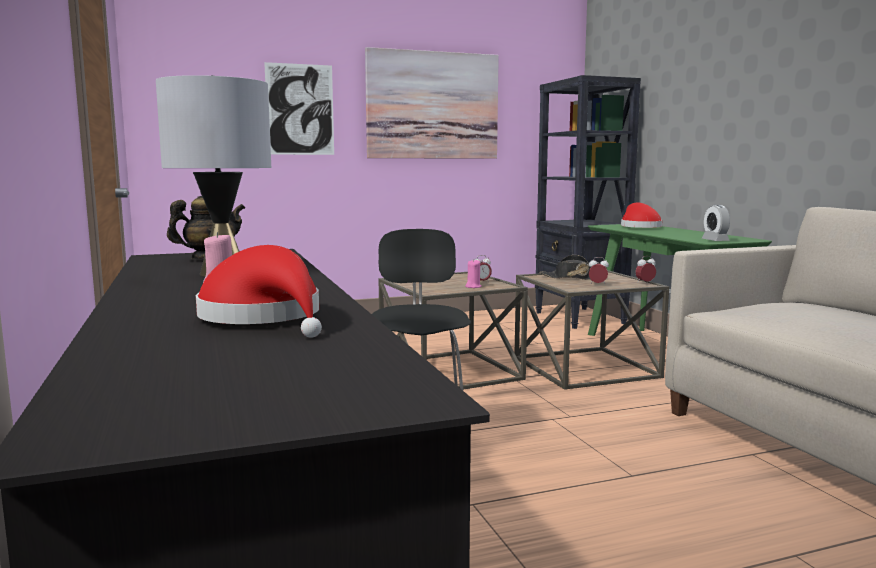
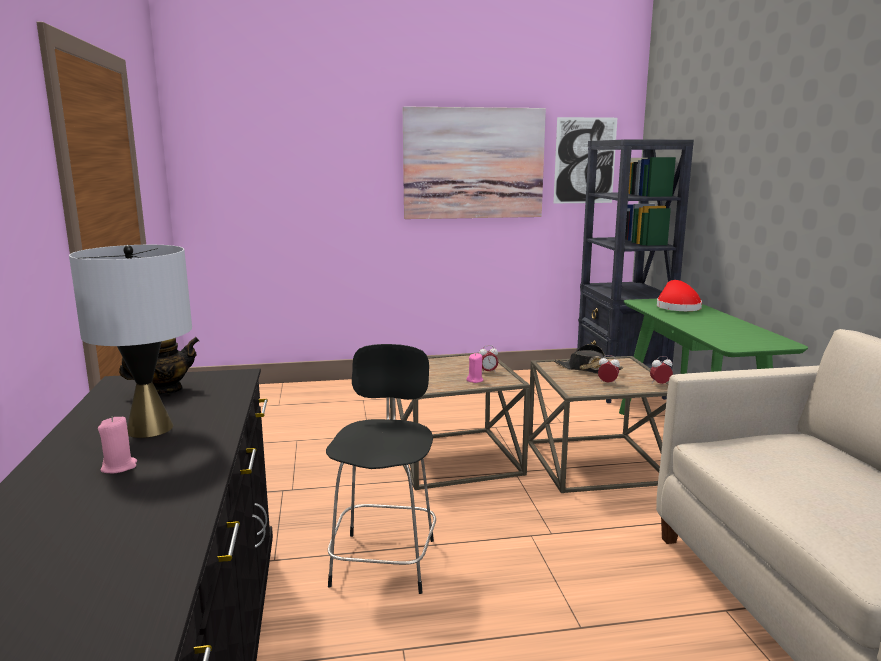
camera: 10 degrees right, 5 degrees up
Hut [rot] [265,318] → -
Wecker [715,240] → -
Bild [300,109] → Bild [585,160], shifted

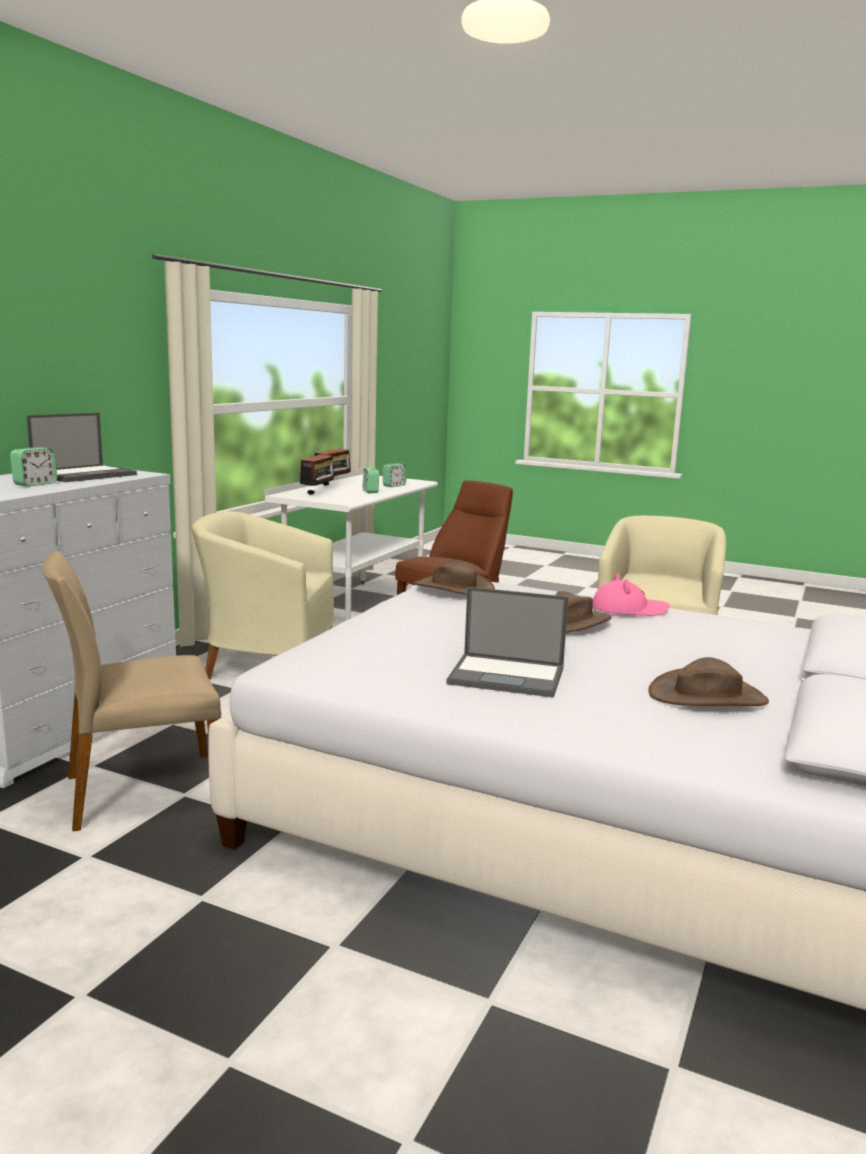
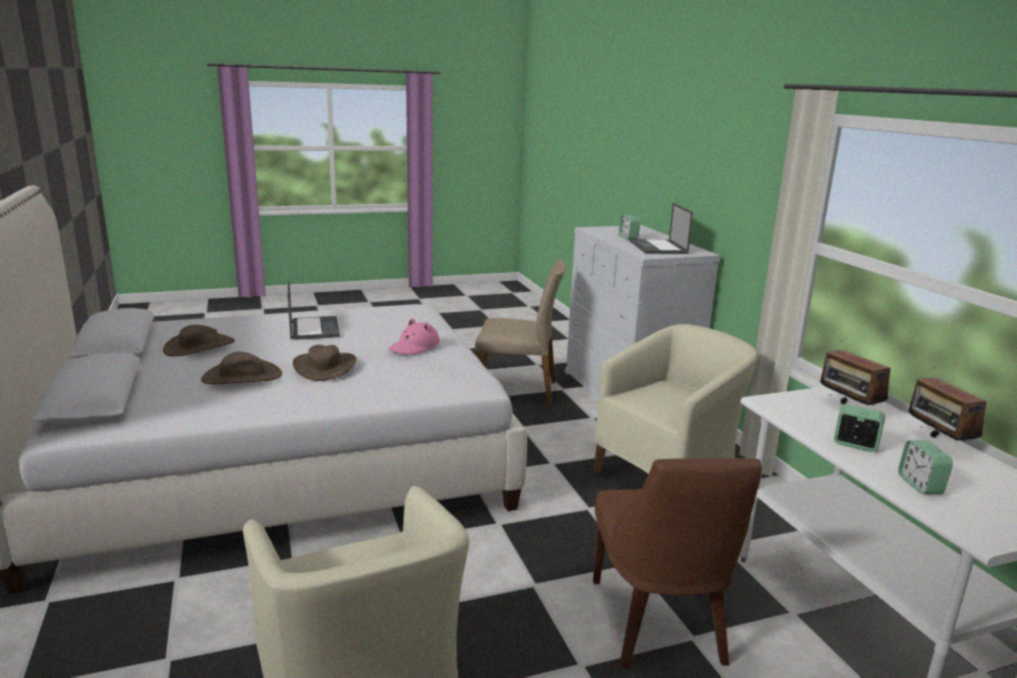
camera: 135 degrees right, 5 degrees up
Hut [braun] [454,588] → Hut [braun] [242,377], shifted
Hut [rosa] [629,609] → Hut [rosa] [414,347], shifted
Stuhl [beige] [143,790] → Stuhl [beige] [516,391], 75 degrees clockwise
Laptop [508,676] → Laptop [314,328], 105 degrees clockwise

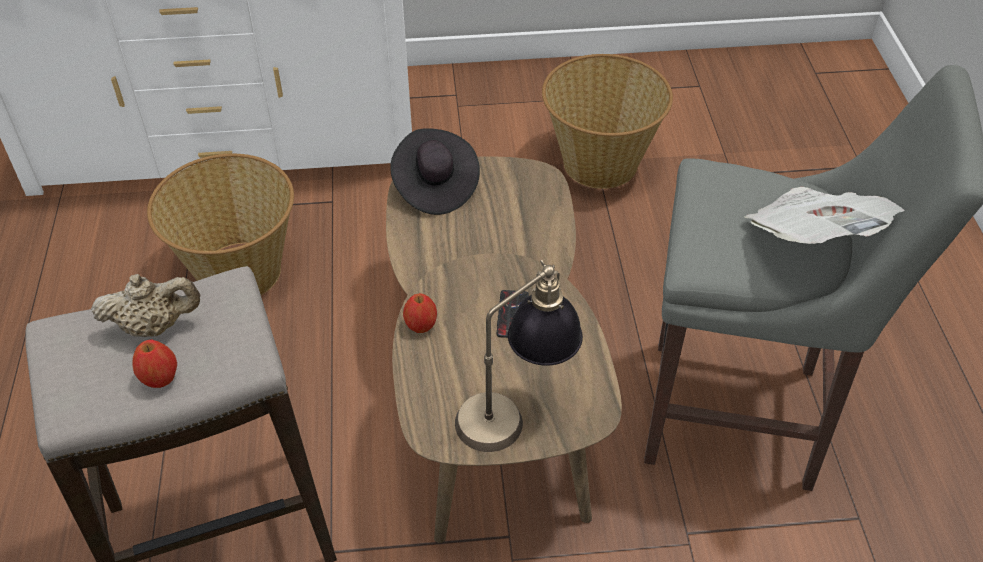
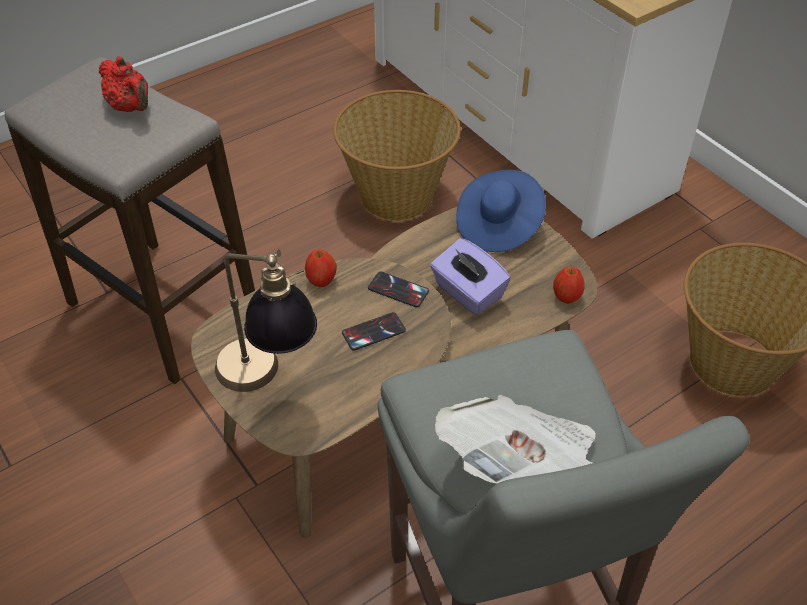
camera: 60 degrees right, 0 degrees up
- → Handy [398,290]
- → Taschentuchbox [lila] [467,293]
Apfel [160,378] → Apfel [567,296], shifted
Teekanne [beige] [155,326] → Teekanne [rot] [131,107]
Hut [schwarz] [434,187] → Hut [blau] [498,226]

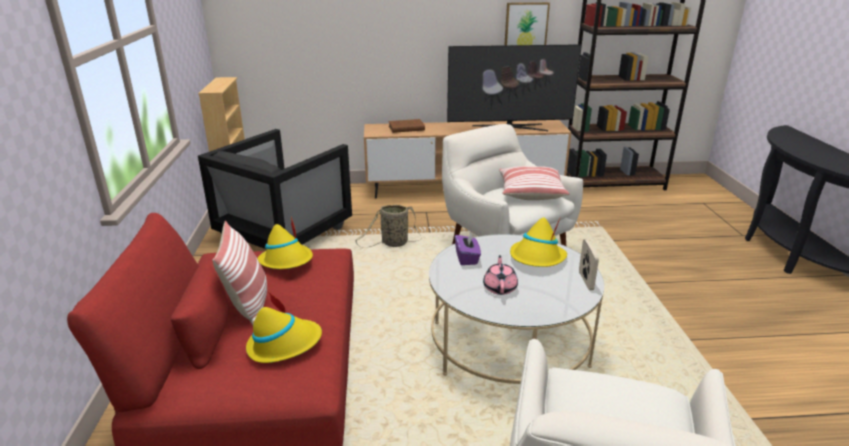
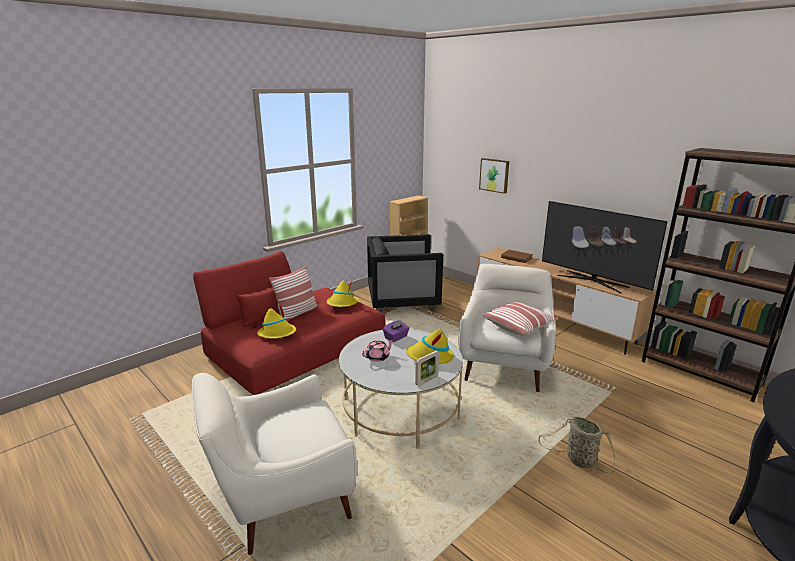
camera: 50 degrees right, 5 degrees down
Korb [393,243] → Korb [578,460], shifted
Bild [526,24] → Bild [494,175], shifted

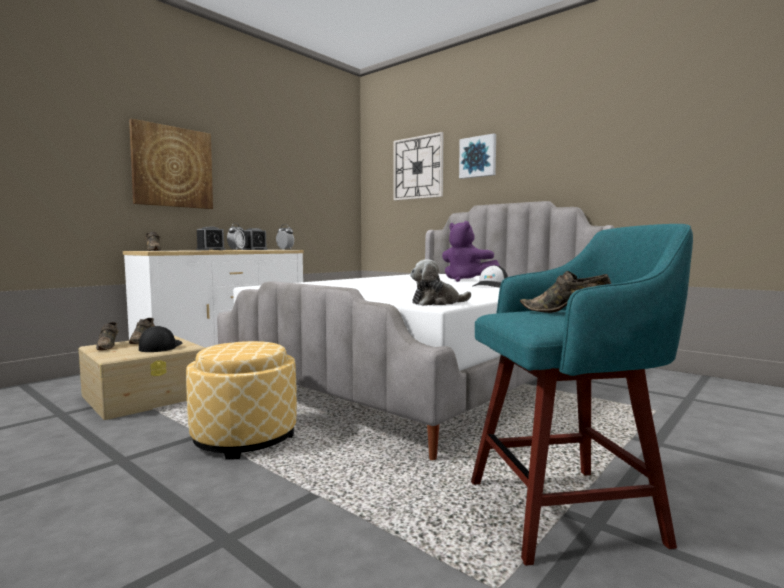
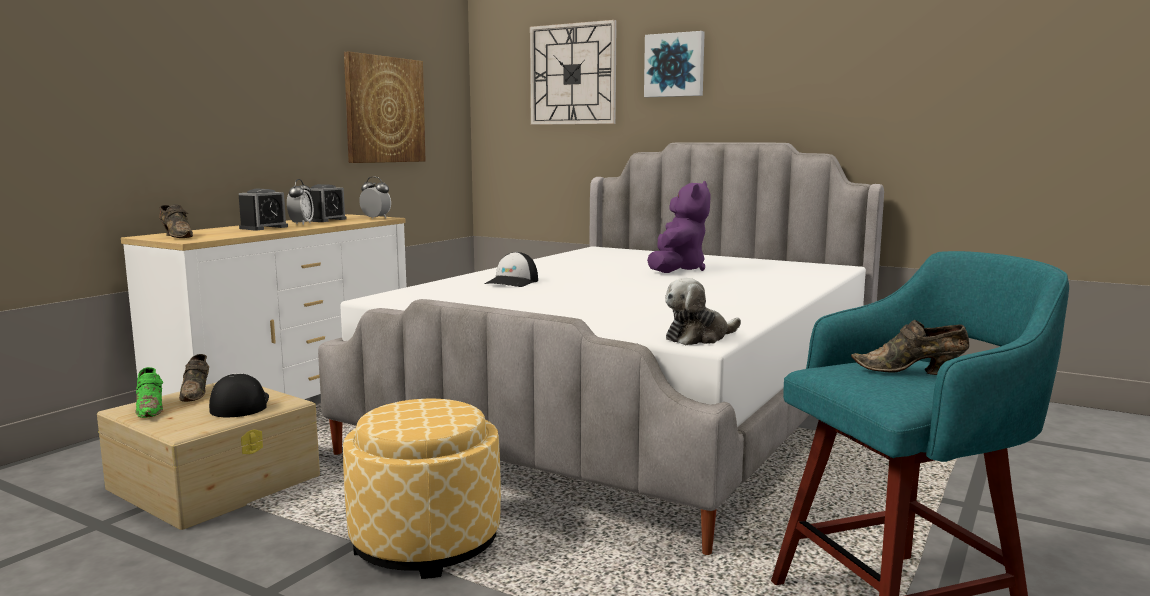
camera: 10 degrees left, 5 degrees up
Bild [172,167] → Bild [384,110], shifted
Kappe [491,286] → Kappe [512,282], shifted
Schuh [braun] [108,346] → Schuh [grün] [150,409]
Plüschtier [lila] [466,280] → Plüschtier [lila] [677,269], 105 degrees counterclockwise

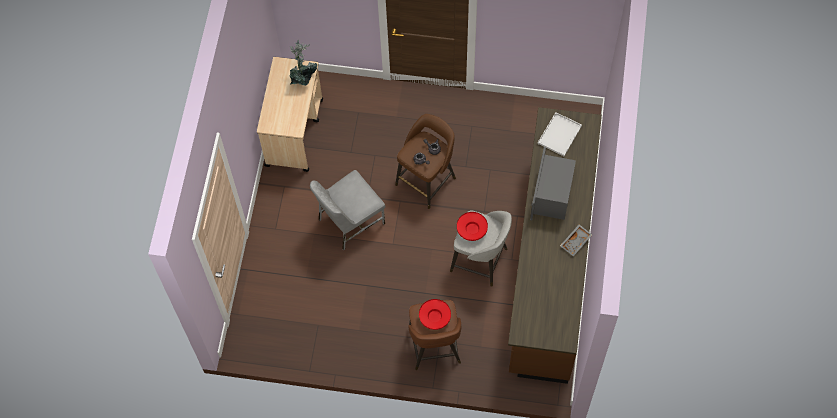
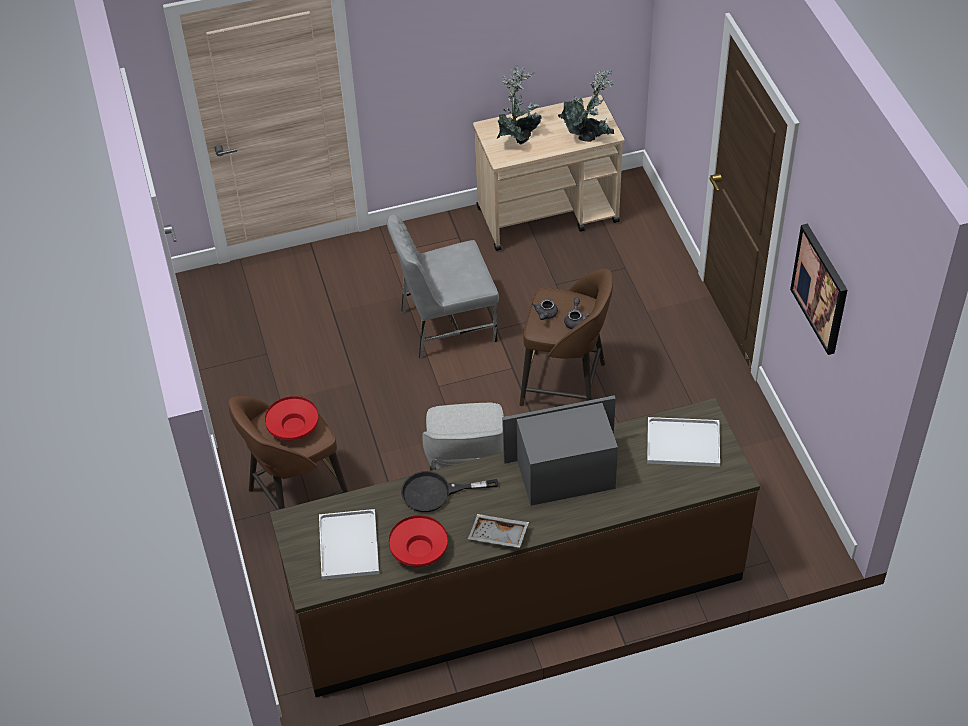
camera: 65 degrees right, 15 degrees down
- → Tablett [weiß] [348,544]
- → Pfanne [schwarz] [436,493]
- → Topfpflanze [518,137]
- → Bild [821,288]
Schüssel [rot] [472,229] → Schüssel [rot] [419,550], shifted
Stuhl [grau] [350,221] → Stuhl [grau] [446,325], 45 degrees counterclockwise

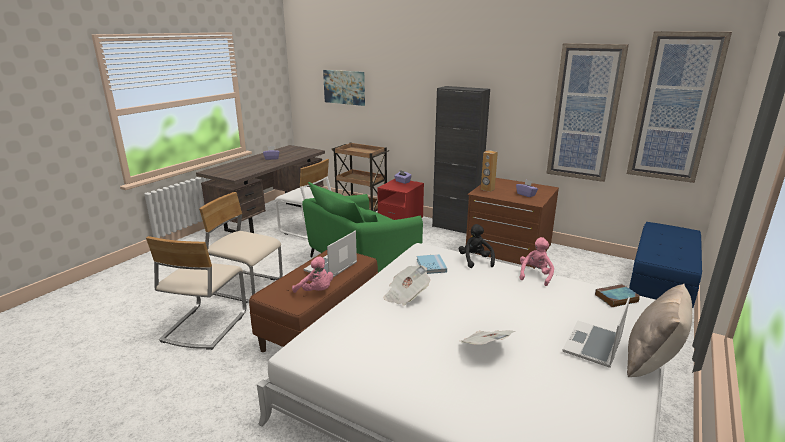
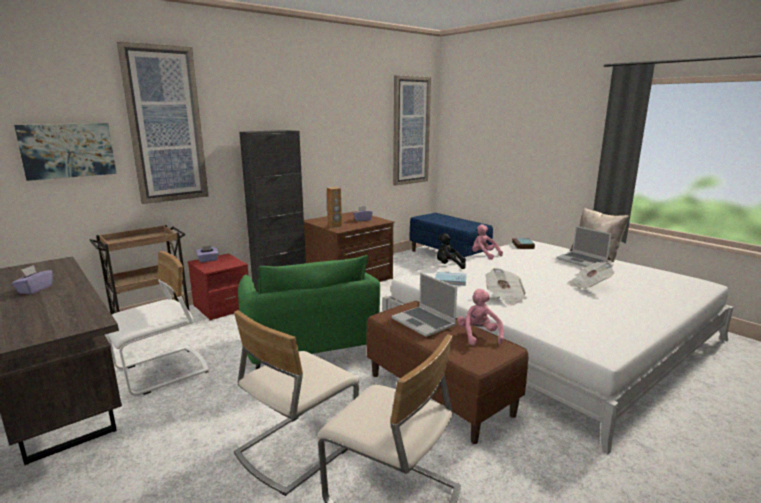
camera: 70 degrees left, 5 degrees down
Bild [584,113] → Bild [165,125], shifted
Plüschtier [rosa] [316,291] → Plüschtier [rosa] [478,336], 60 degrees counterclockwise

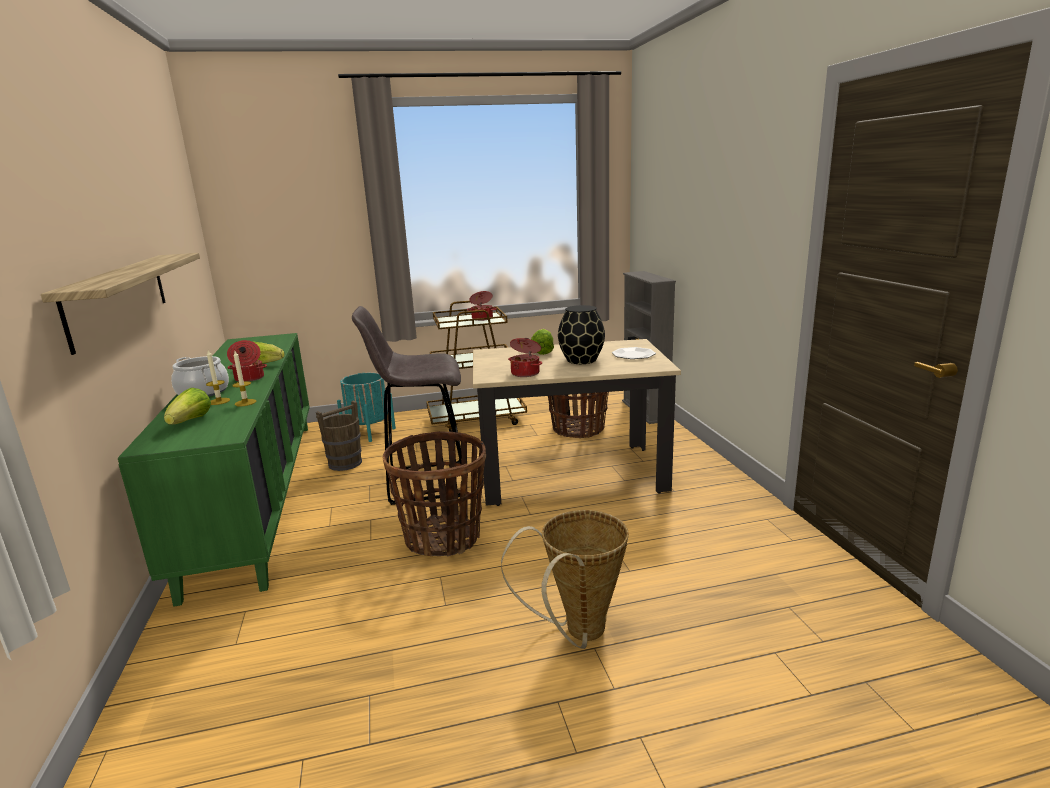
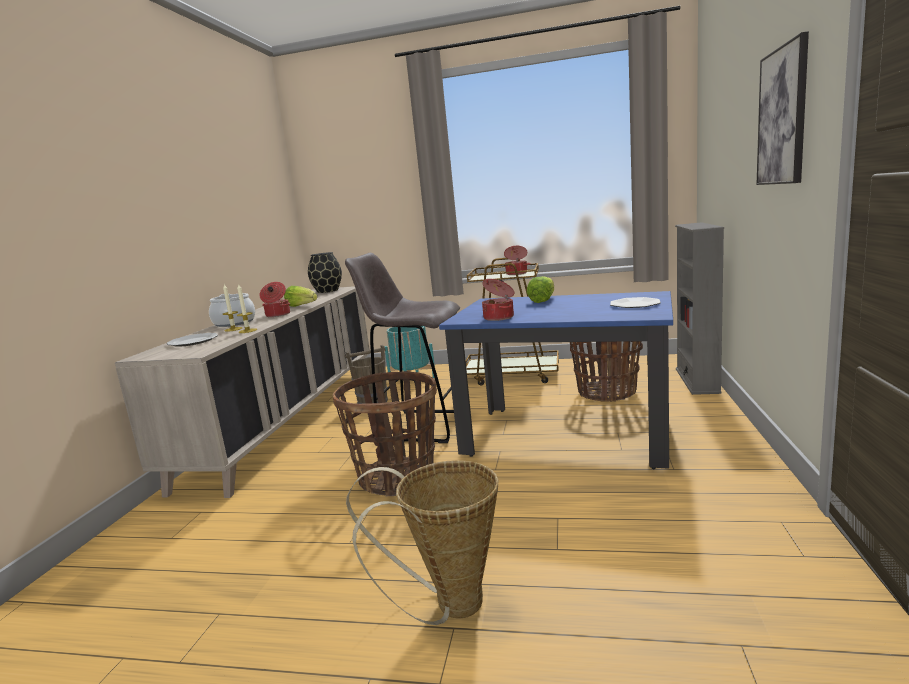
camera: 25 degrees right, 5 degrees down
Wandregal [119,297] → -
- → Bild [783,116]
Vase [schwarz] [581,360] → Vase [schwarz] [327,291], shifted
Salatkopf [191,421] → Teller [194,341]
Schrank [grün] [257,495] → Schrank [beige] [289,419]
Esstisch [beige] [571,474] → Esstisch [blau] [566,435]

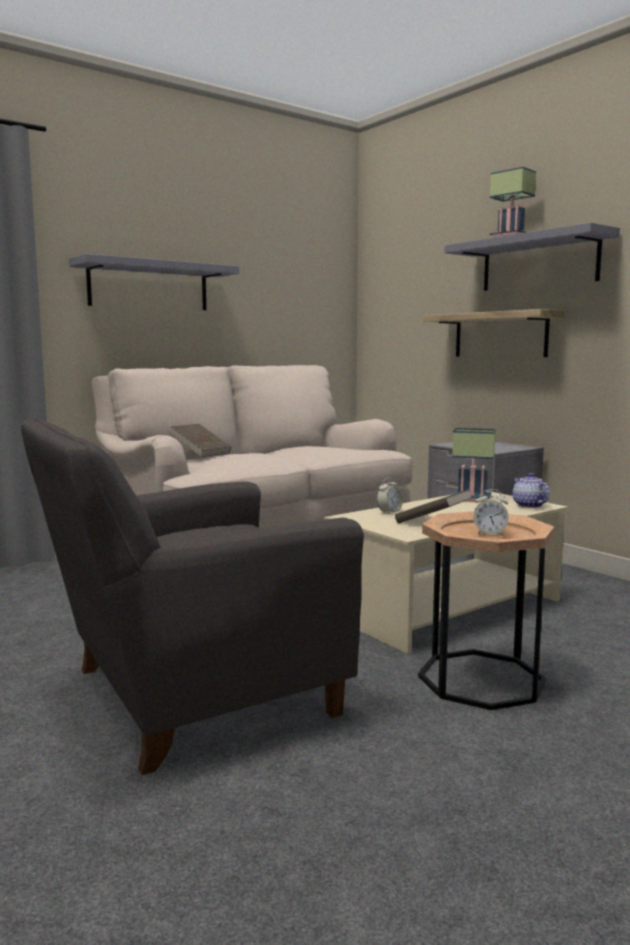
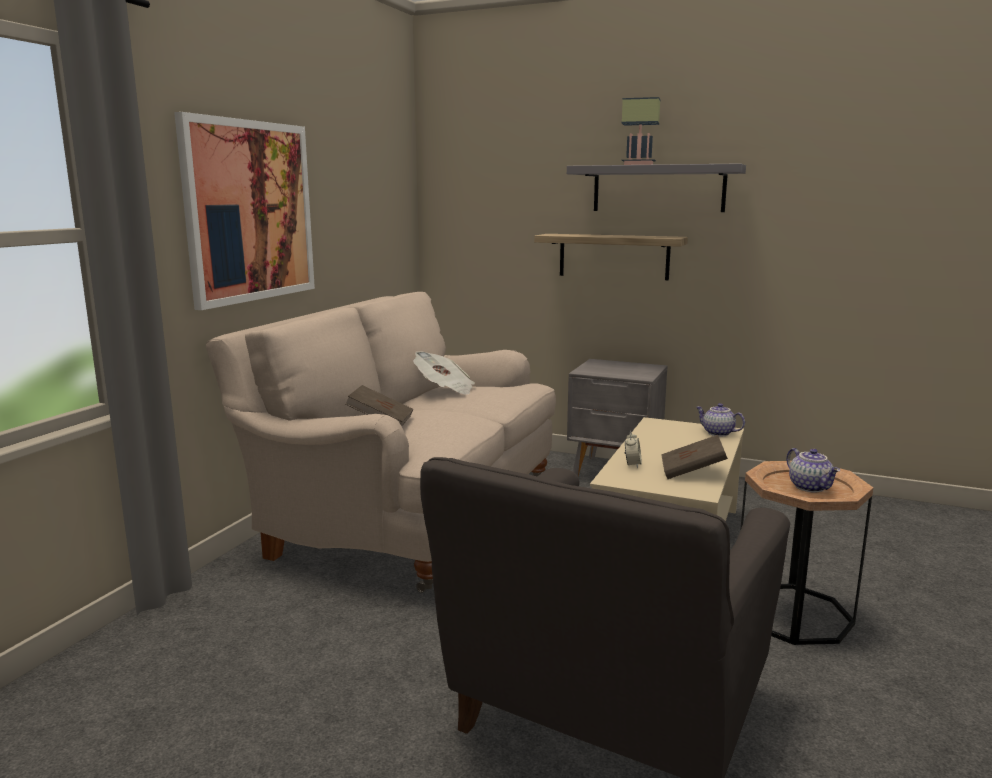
camera: 30 degrees left, 5 degrees up
Tischlampe [470,499] → -
- → Zeitung [445,389]
Wandregal [grau] [149,286] → Bild [250,211]
Wecker [489,533] → Teekanne [810,487]

